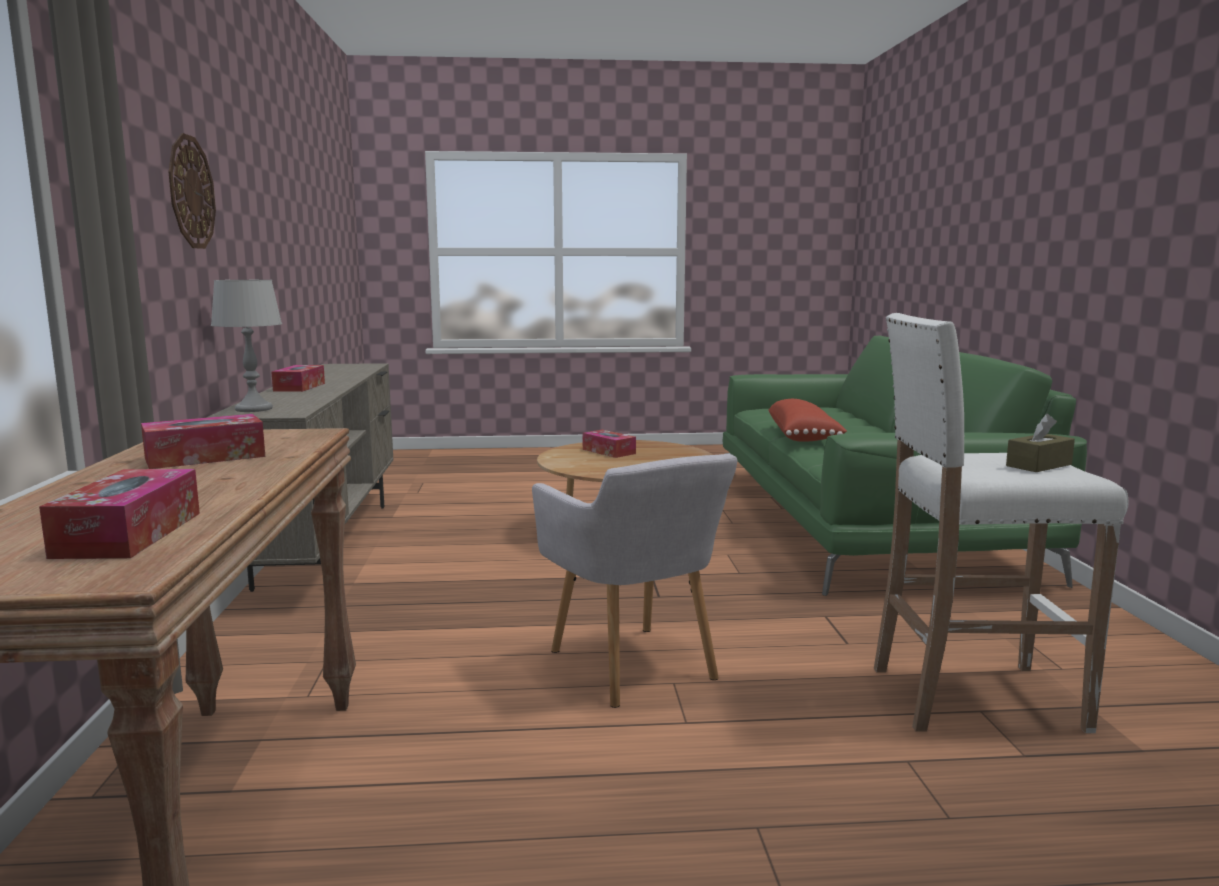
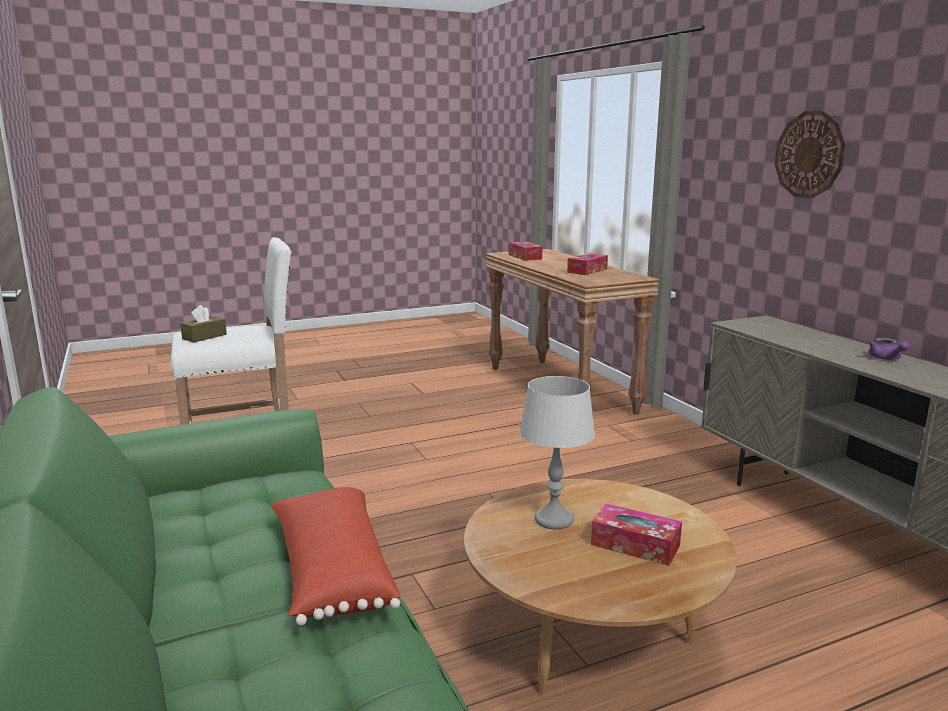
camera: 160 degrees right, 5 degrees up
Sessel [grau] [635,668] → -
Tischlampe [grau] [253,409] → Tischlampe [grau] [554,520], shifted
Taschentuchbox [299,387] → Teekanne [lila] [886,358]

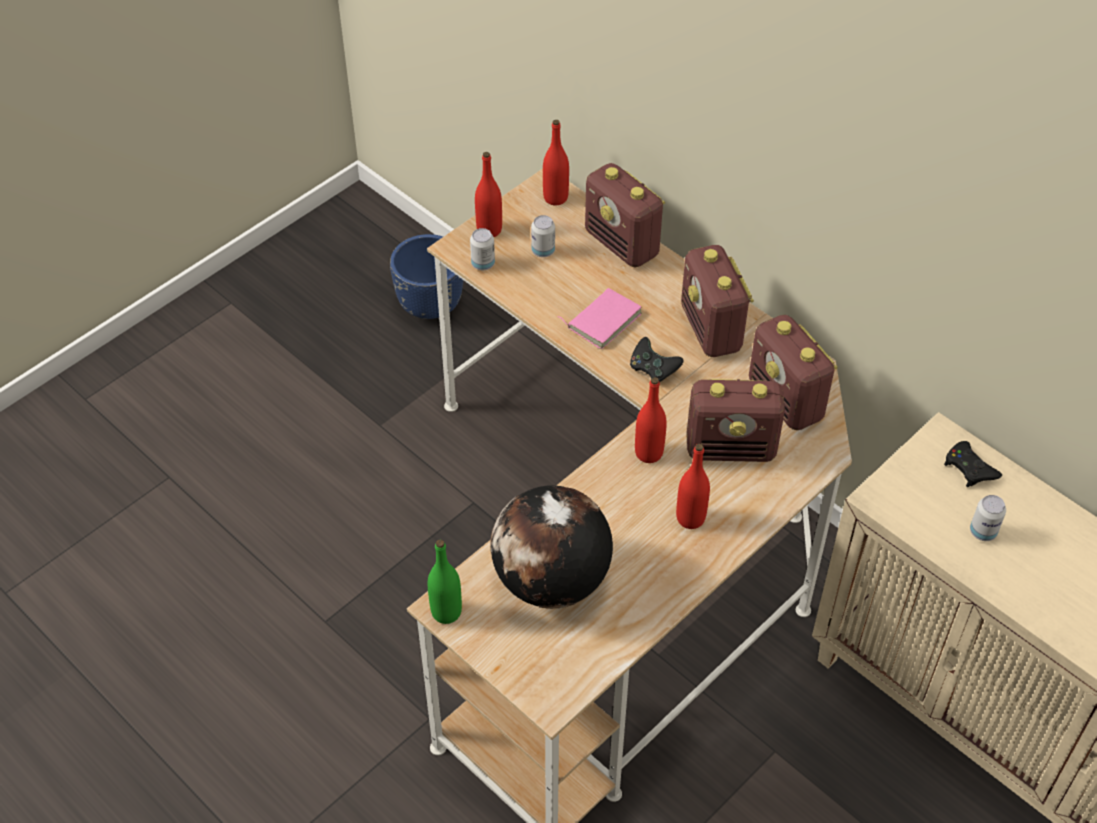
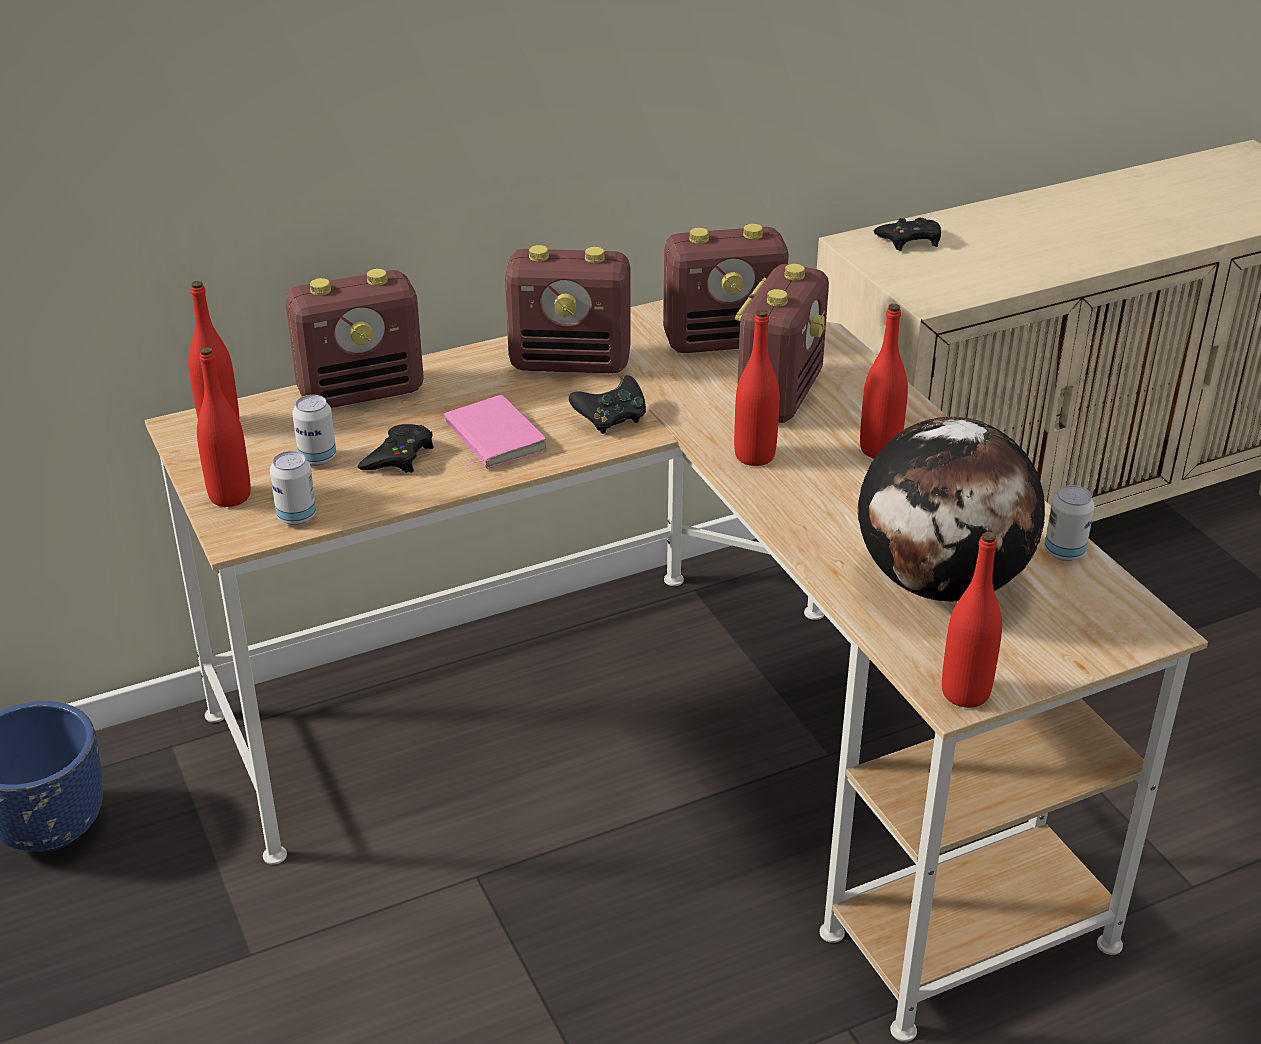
camera: 70 degrees left, 15 degrees down
- → Gamepad [schwarz] [398,456]
Dose [983,532] → Dose [1064,552], shifted
Flasche [grün] [446,612] → Flasche [rot] [965,693]

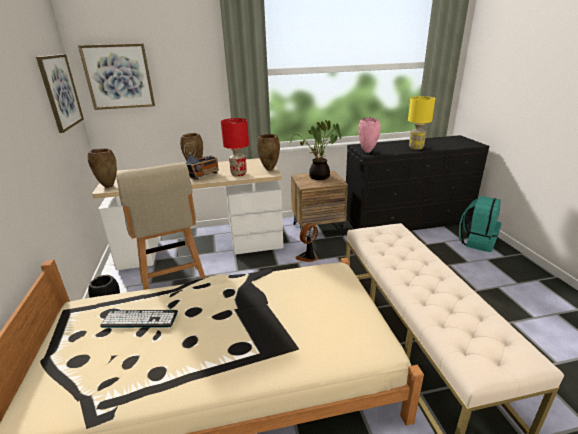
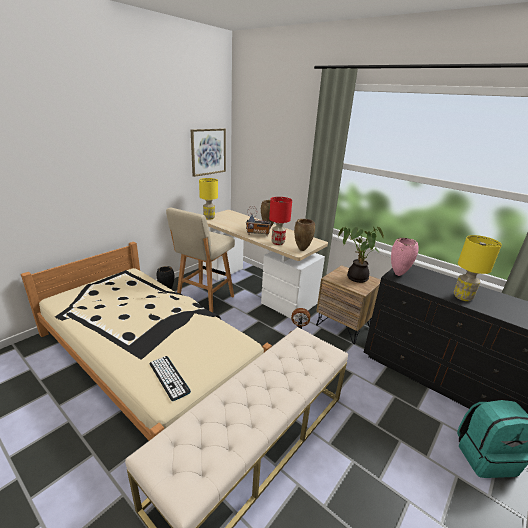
camera: 50 degrees right, 0 degrees up
Bild [118,77] → -
Tastatur [140,319] → Tastatur [169,377], shifted
Vase [braun] [109,186] → Tischlampe [gelb] [209,218]

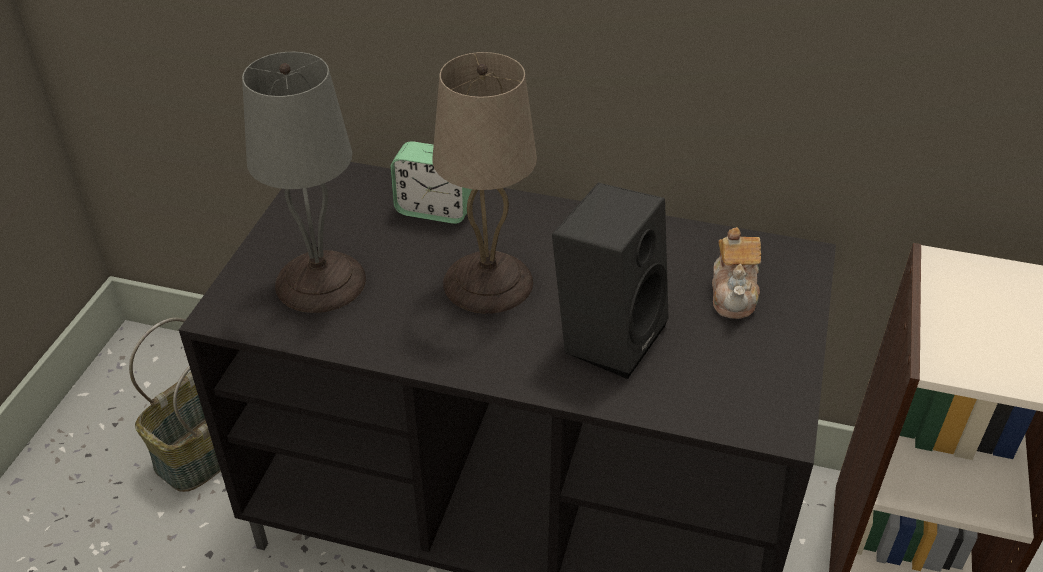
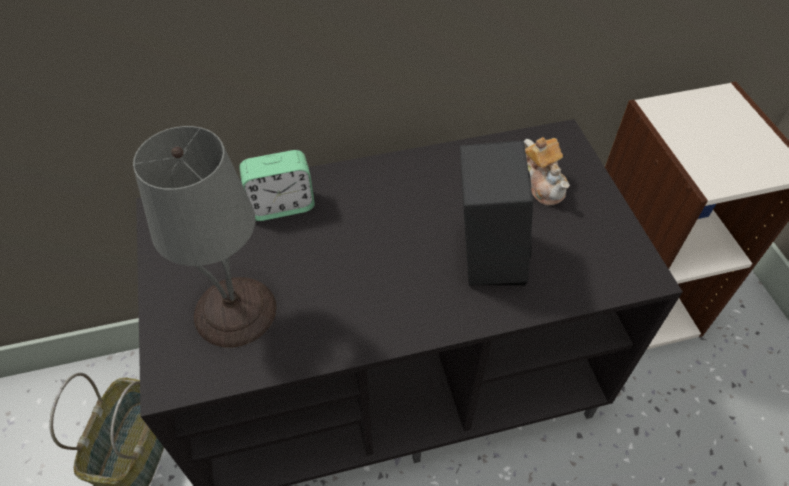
camera: 30 degrees left, 10 degrees up
Tischlampe [beige] [490,282] → -

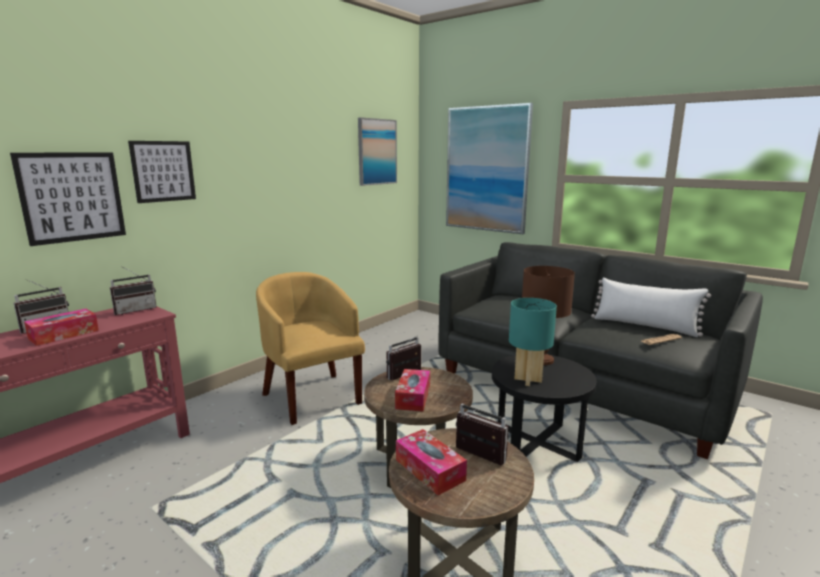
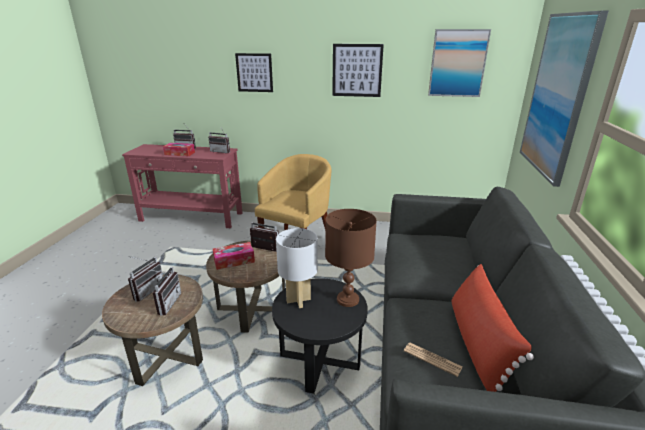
camera: 60 degrees right, 10 degrees up
Bild [72,197] → Bild [357,70], shifted
Taschentuchbox [429,470] → Radio [146,290]
Tischlampe [türkis] [528,380] → Tischlampe [weiß] [299,300]
Kissen [weiß] [644,326] → Kissen [rot] [478,344]

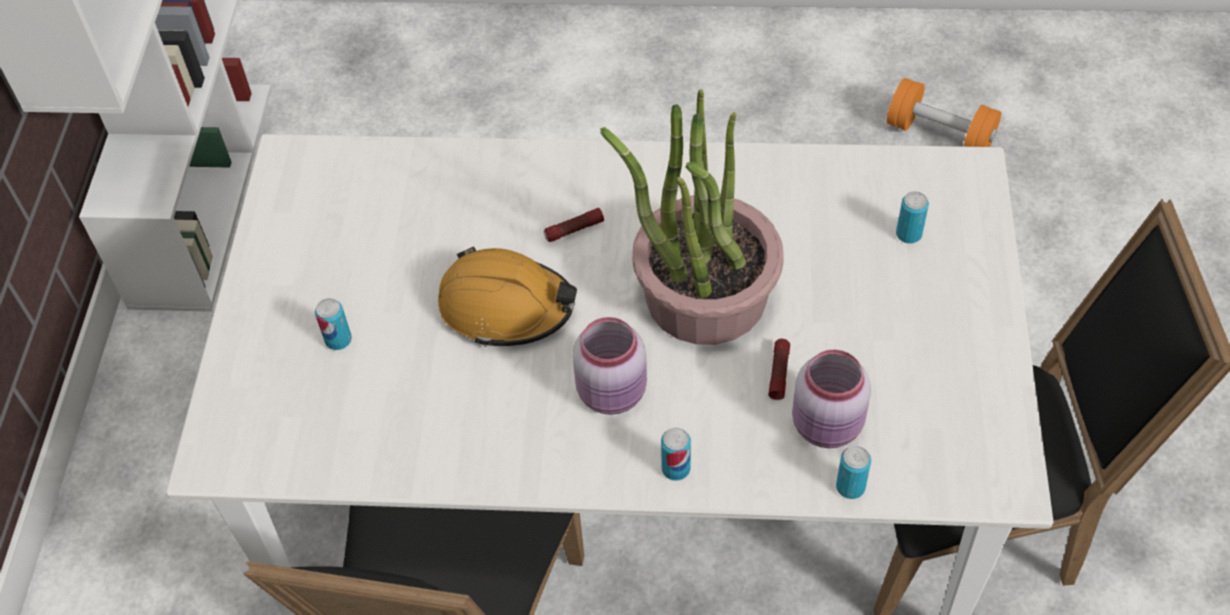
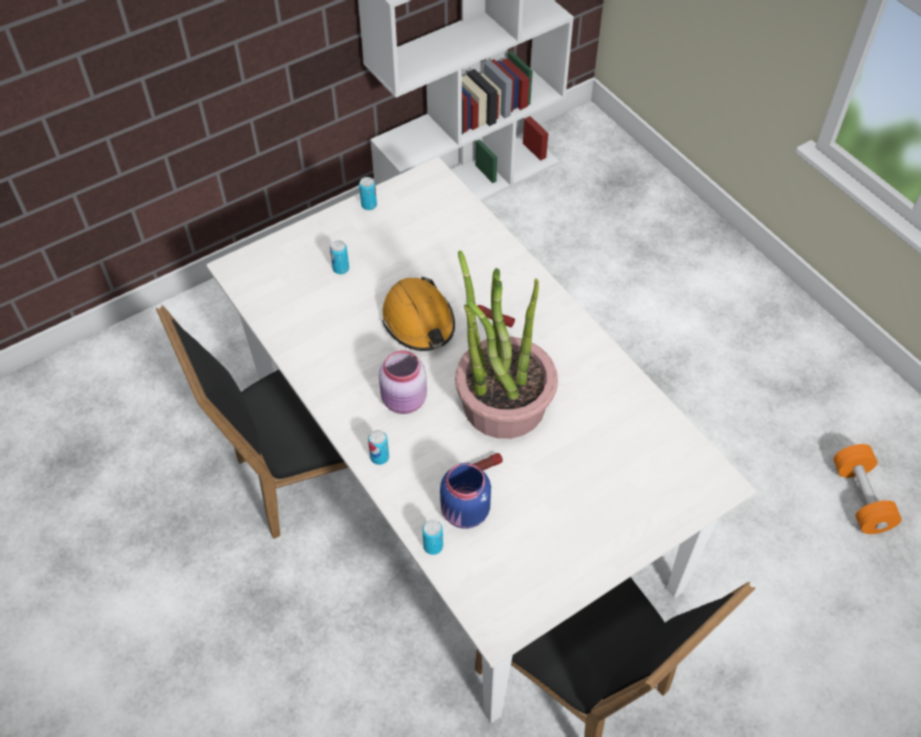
camera: 50 degrees right, 0 degrees up
Dose [908,234] → Dose [369,205], shifted
Vorratsglas [rosa] [828,426] → Vorratsglas [blau] [464,513]

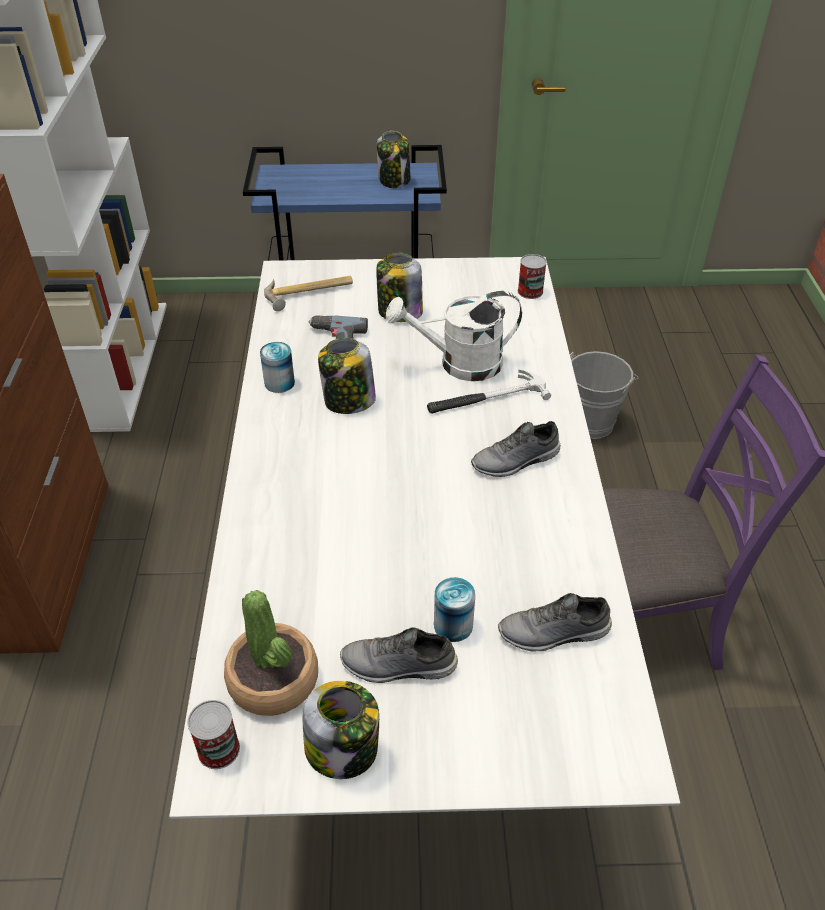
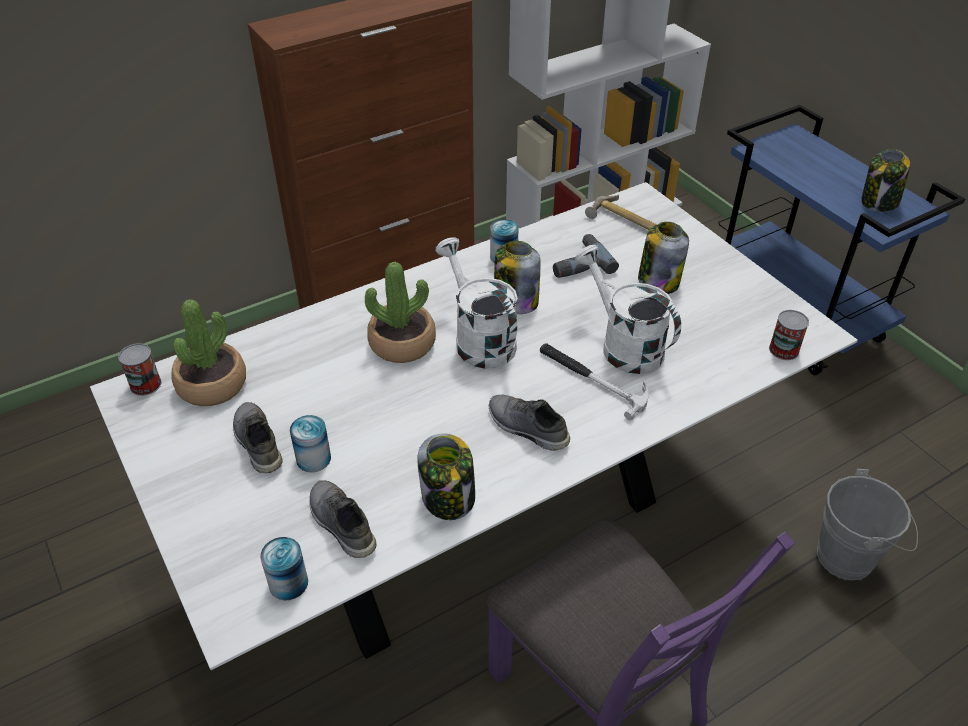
camera: 60 degrees right, 0 degrees up
- → Dose [288,583]
- → Topfpflanze [402,343]
- → Gießkanne [weiß] [479,339]
Vorratsglas [343,750] → Vorratsglas [449,498], shifted

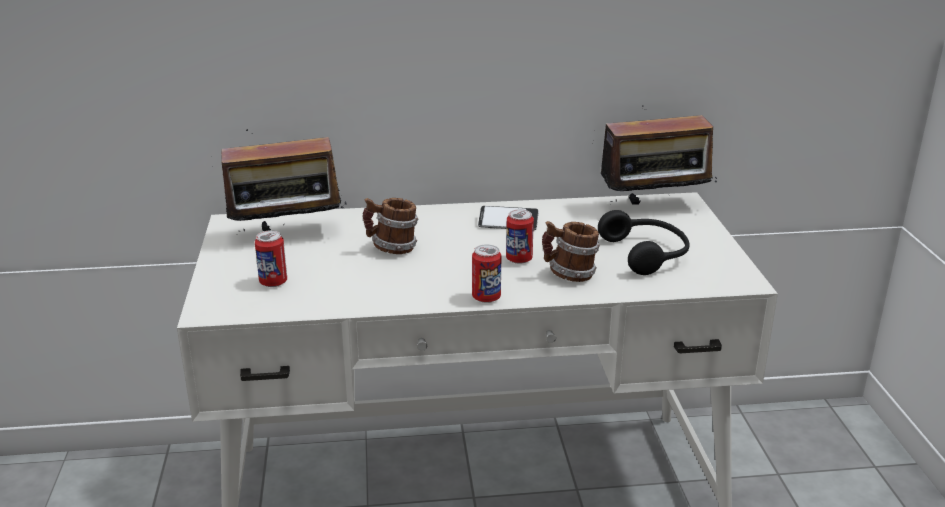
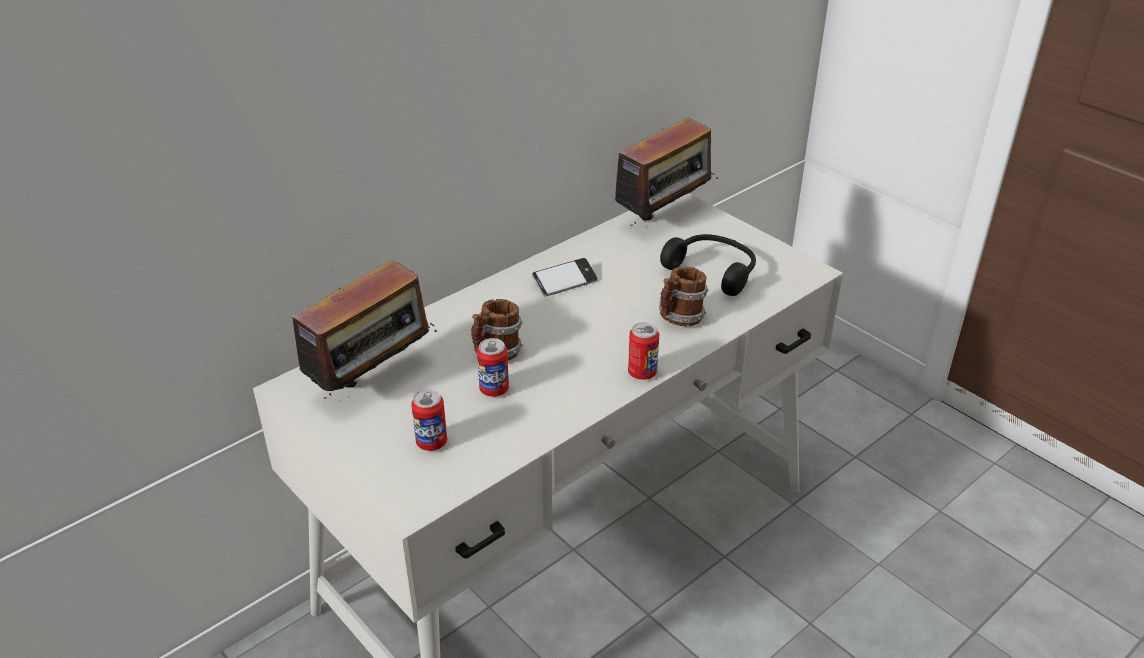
camera: 35 degrees left, 10 degrees up
Dose [519,259] → Dose [494,389], shifted

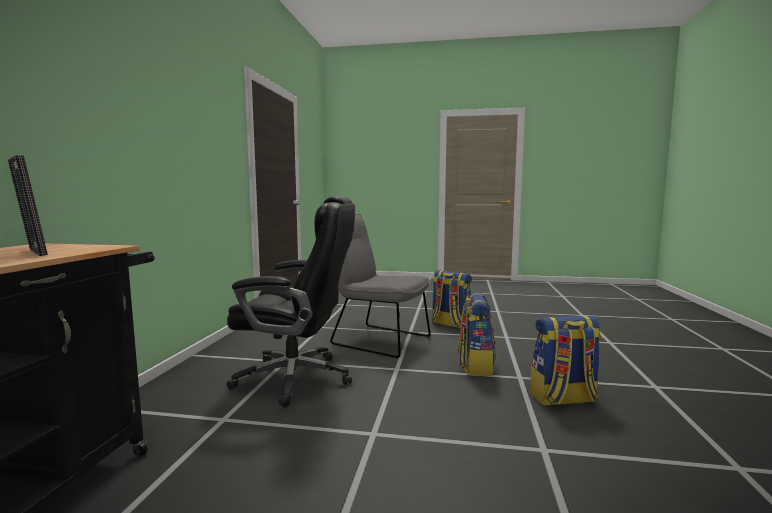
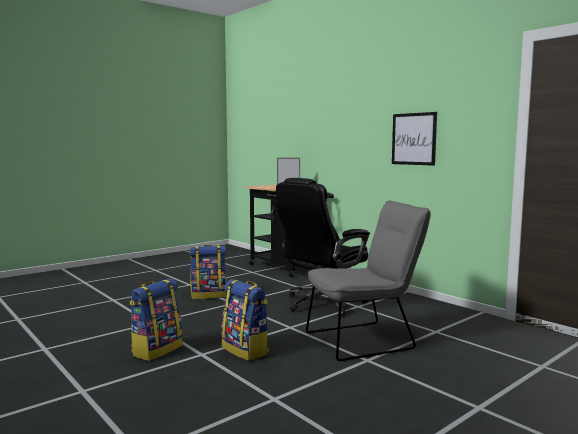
camera: 130 degrees right, 0 degrees up
- → Bild [413,139]
Rucksack [450,324] → Rucksack [209,295], shifted

